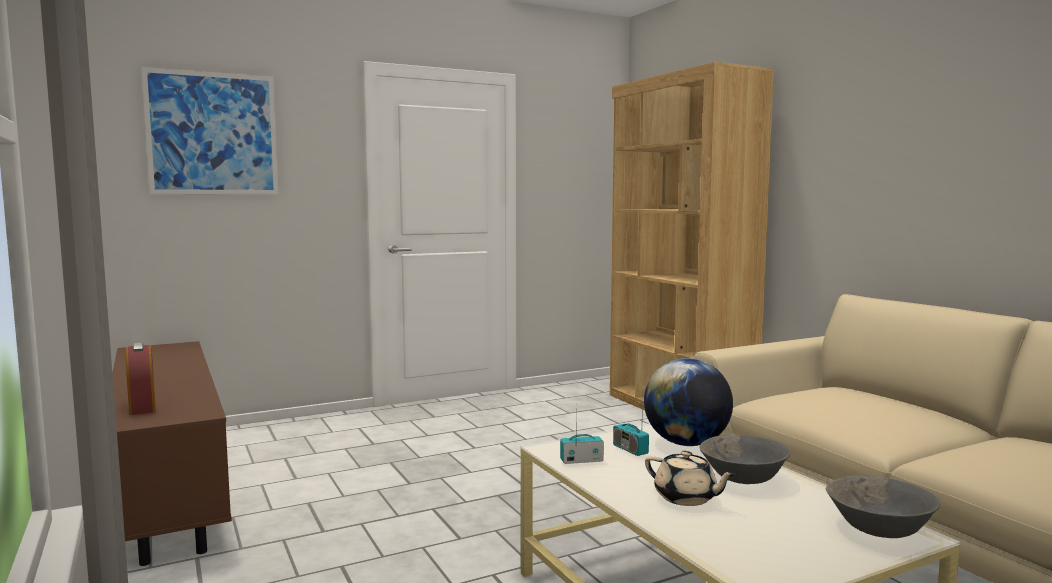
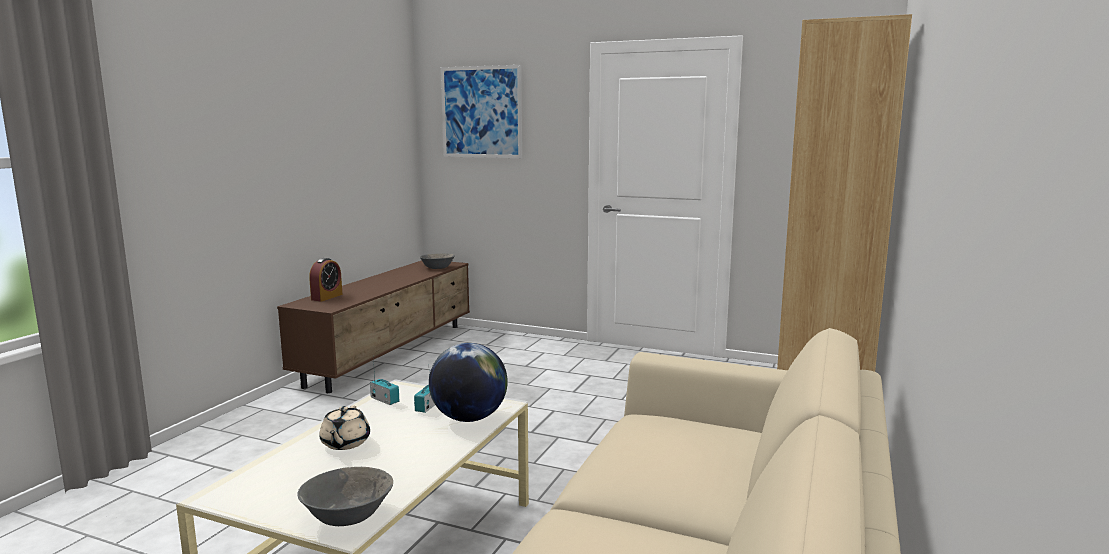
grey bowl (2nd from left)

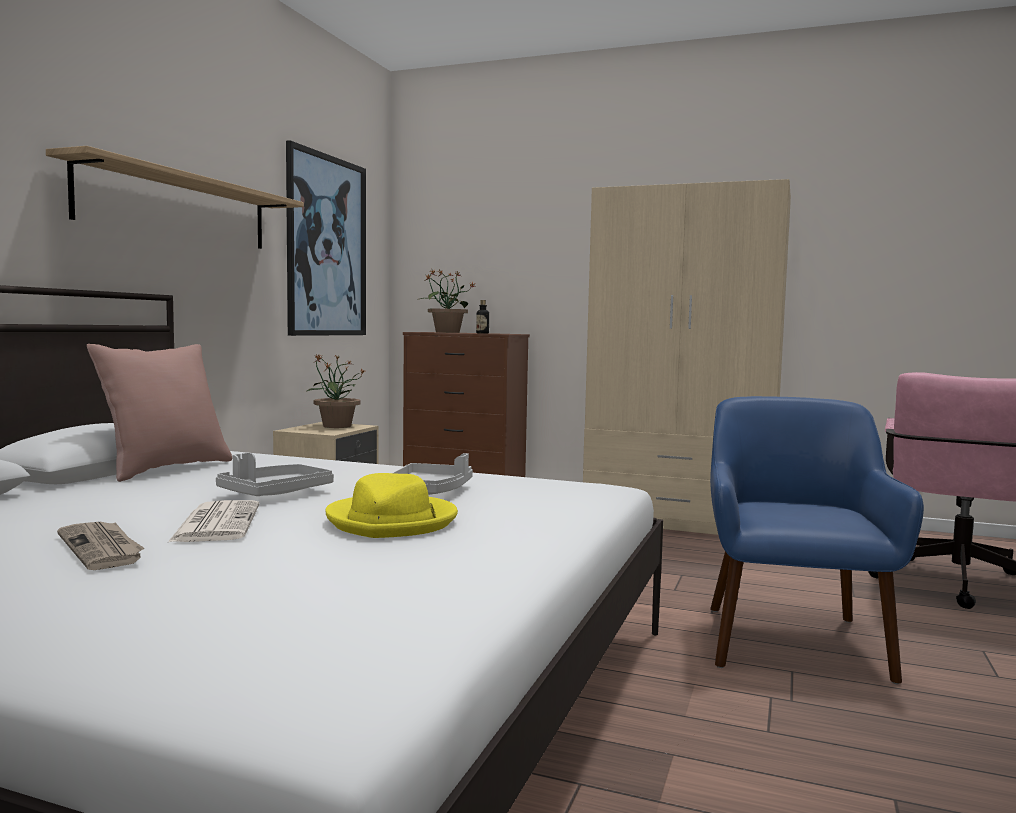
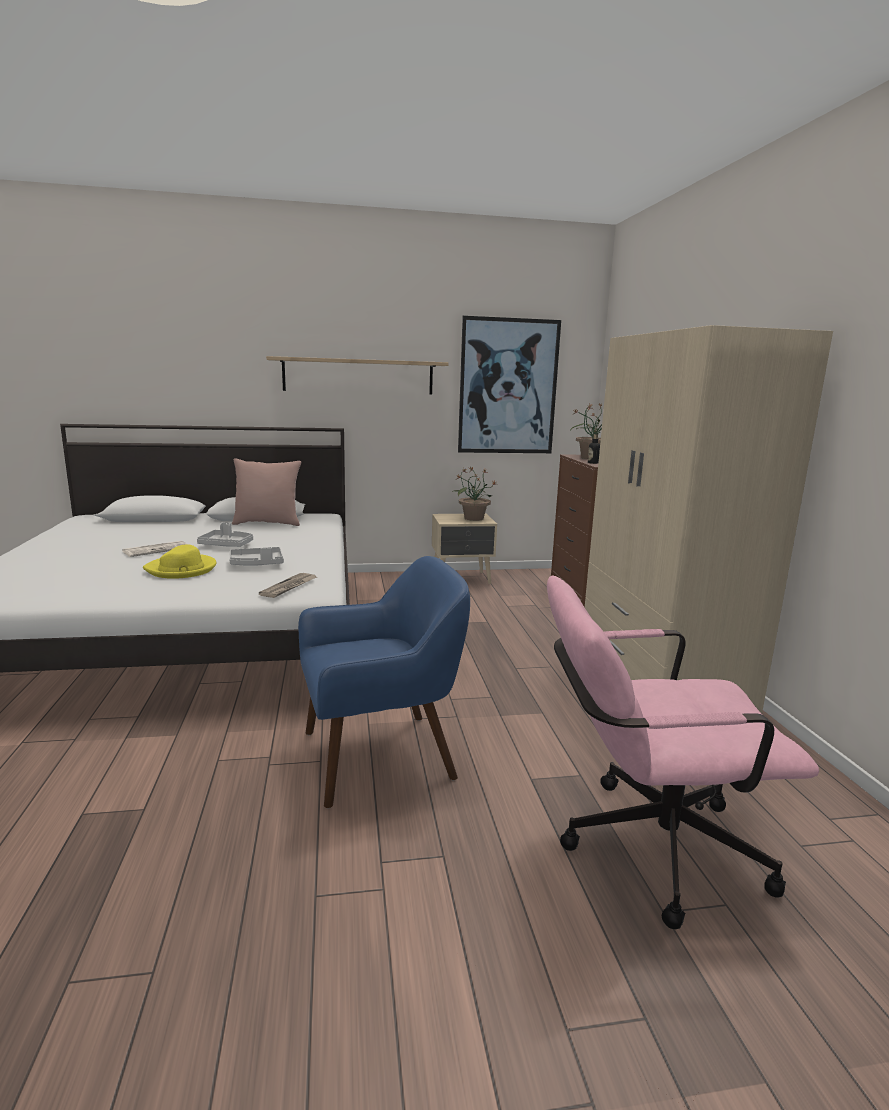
newspaper (2nd from left)

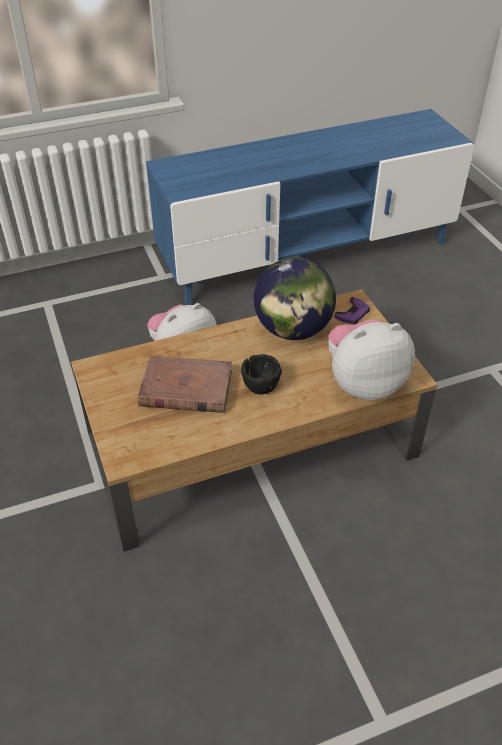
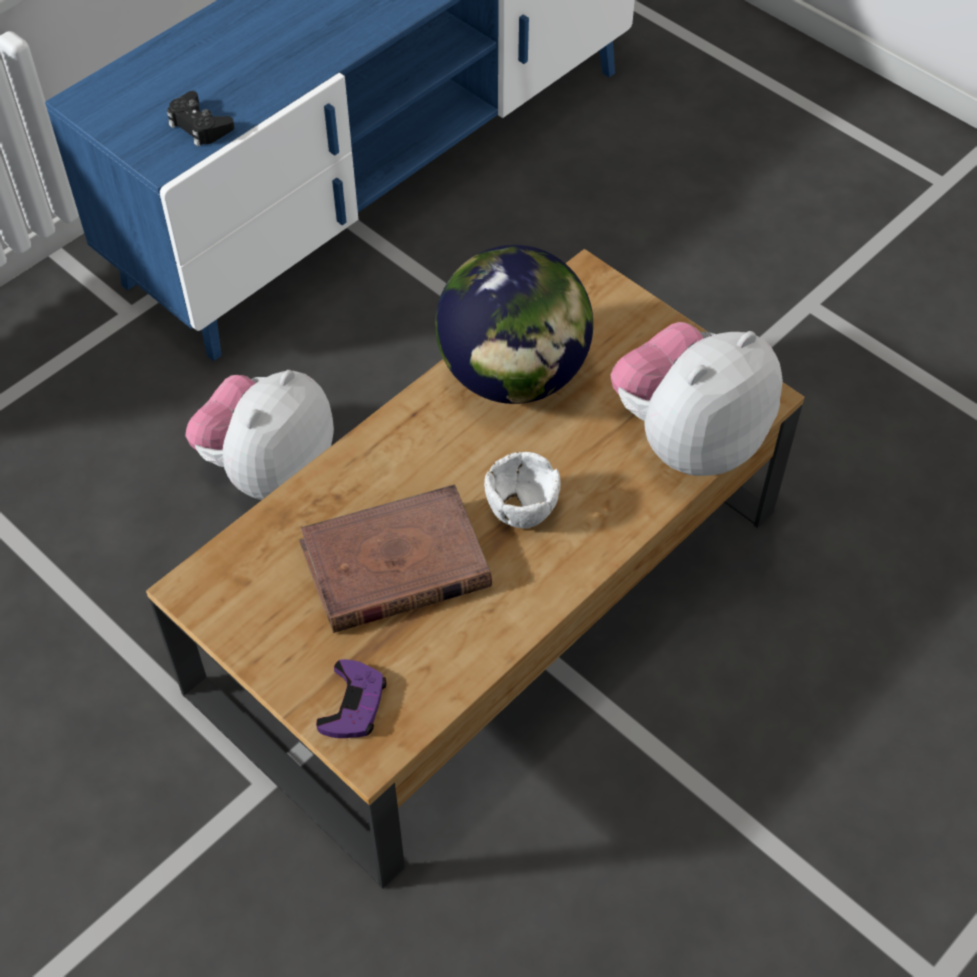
purple game controller; white bowl; black game controller

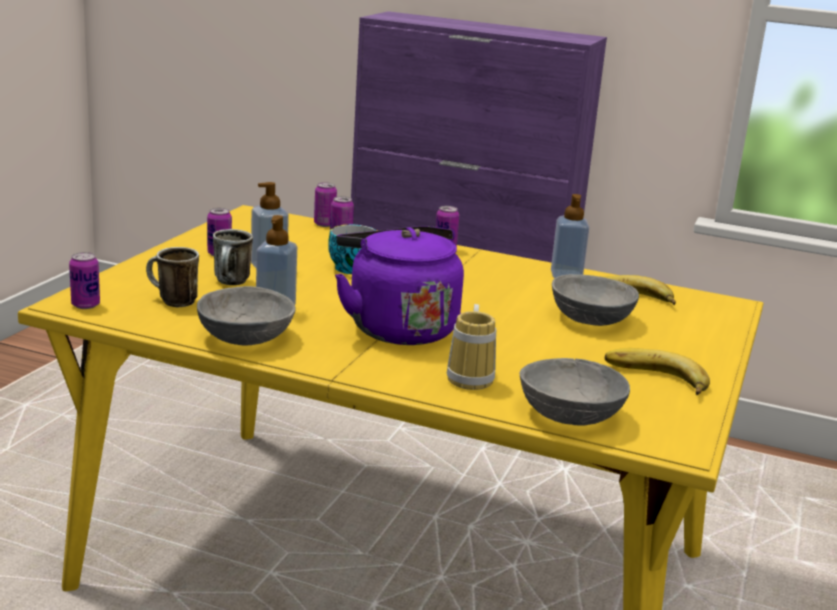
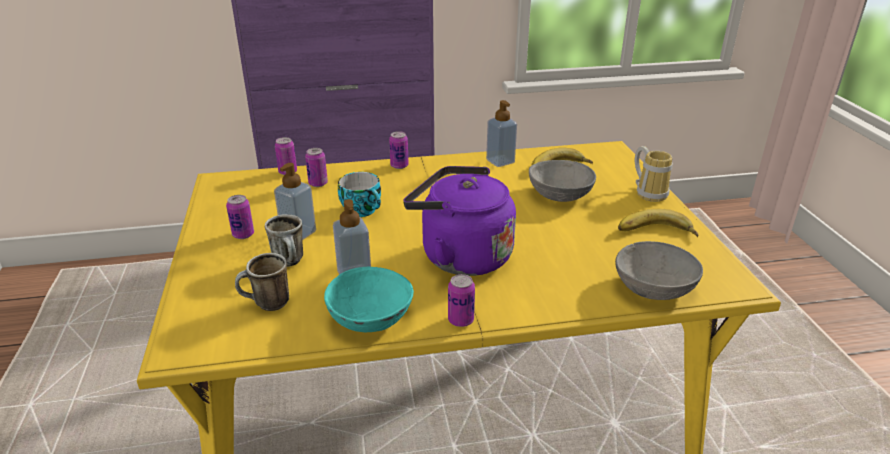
can (5th from left); turquoise bowl; mug (3rd from left)

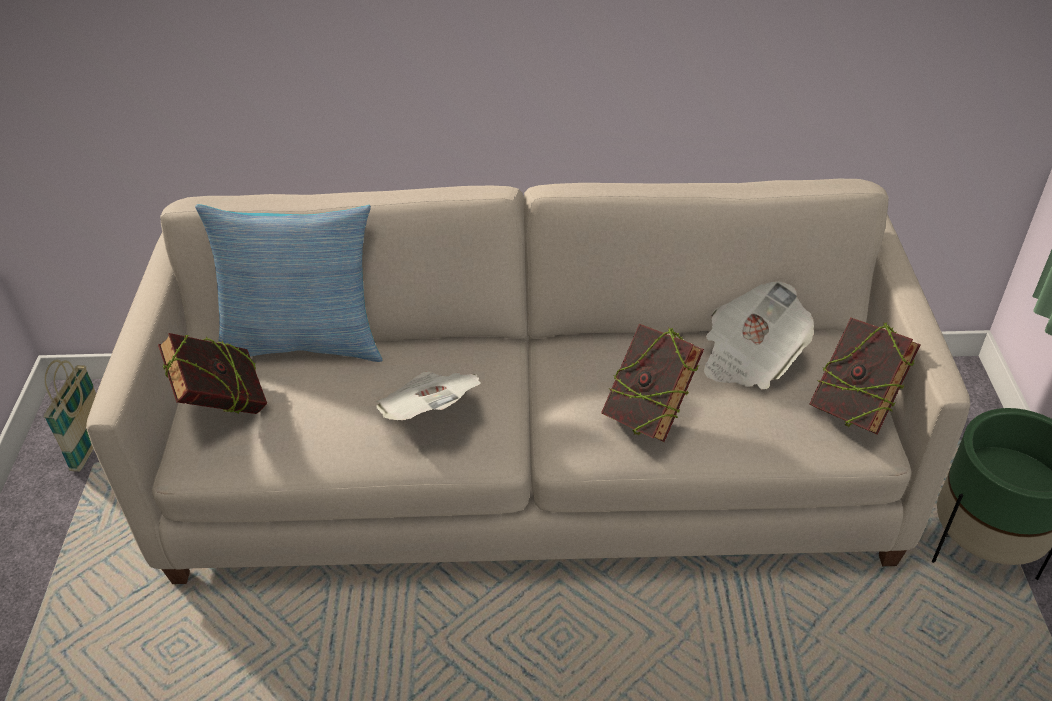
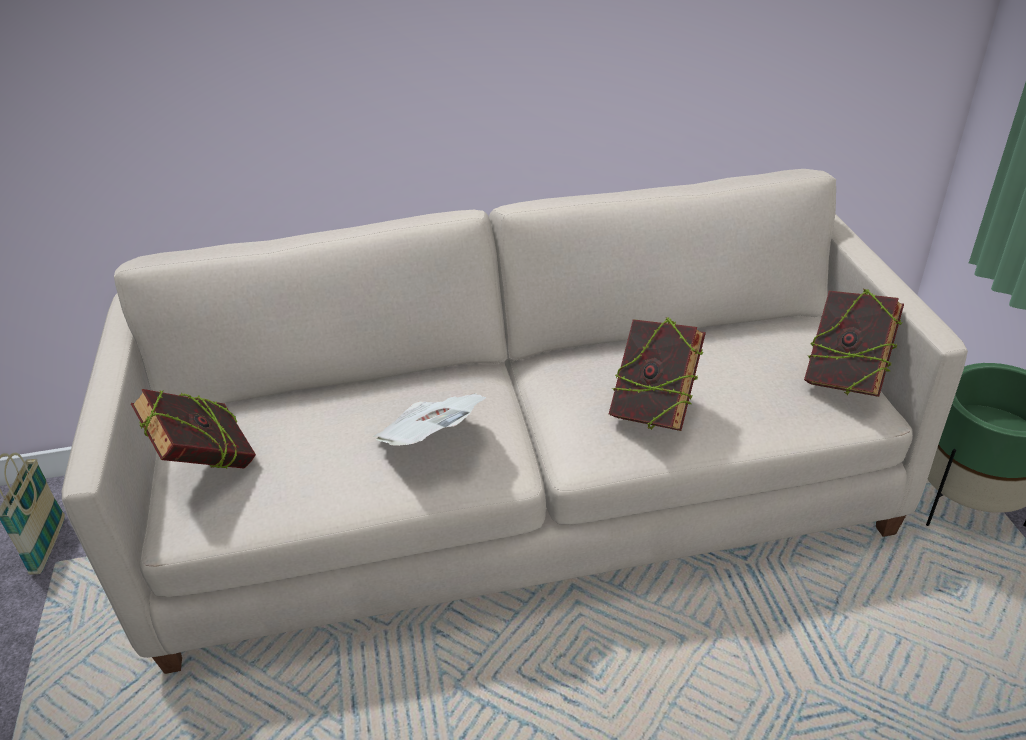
pillow; newspaper (2nd from left in the first image)

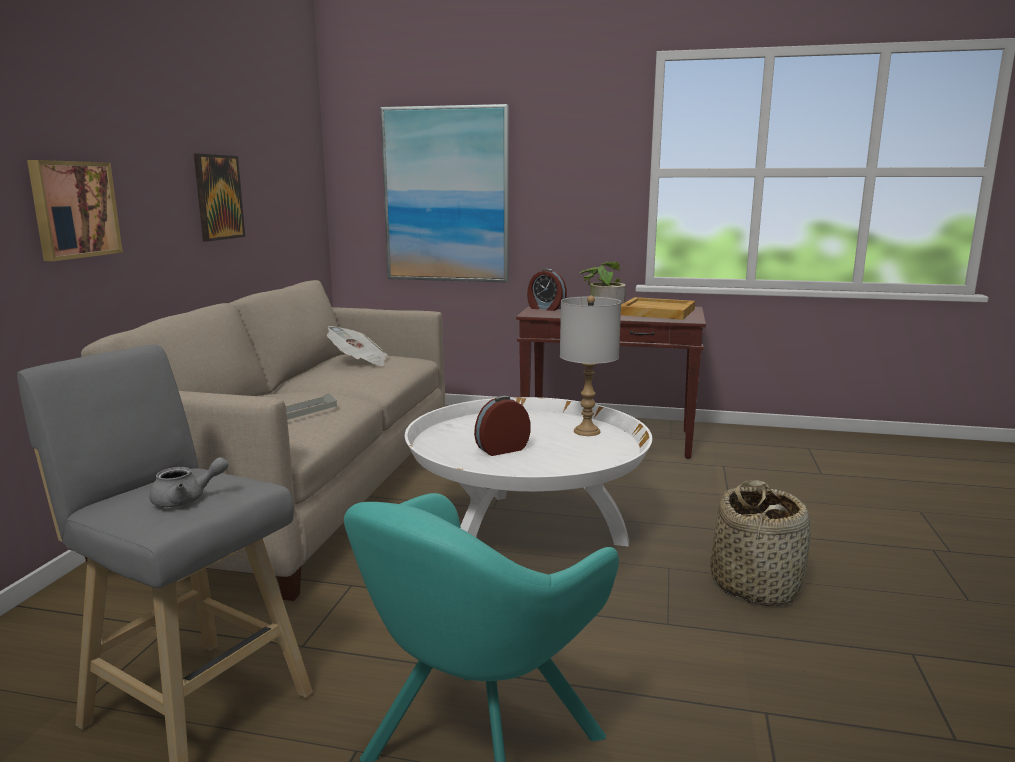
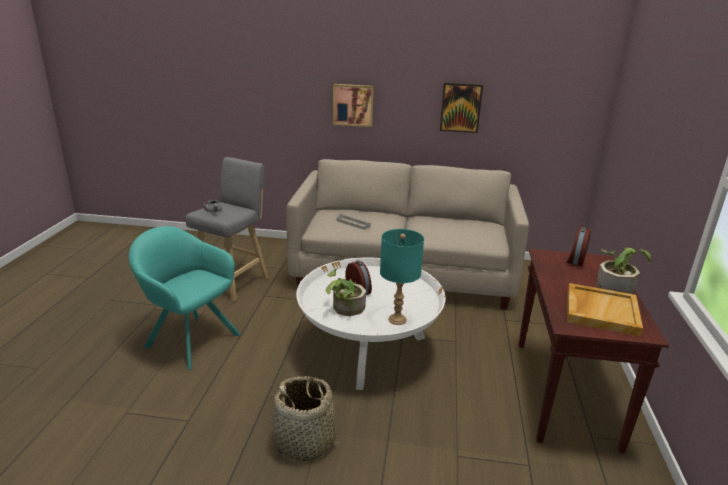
picture (3rd from left in the first image); turquoise table lamp; newspaper; potted plant (1st from left)

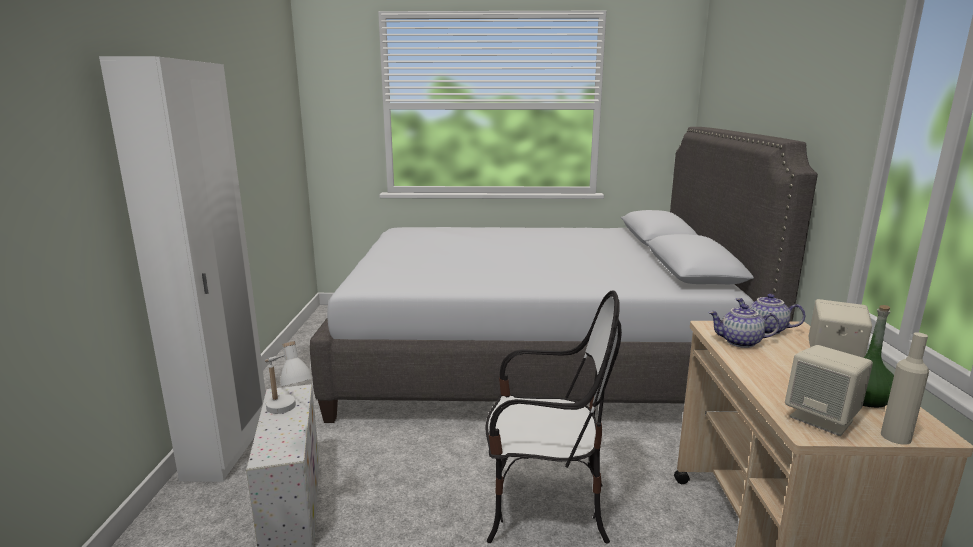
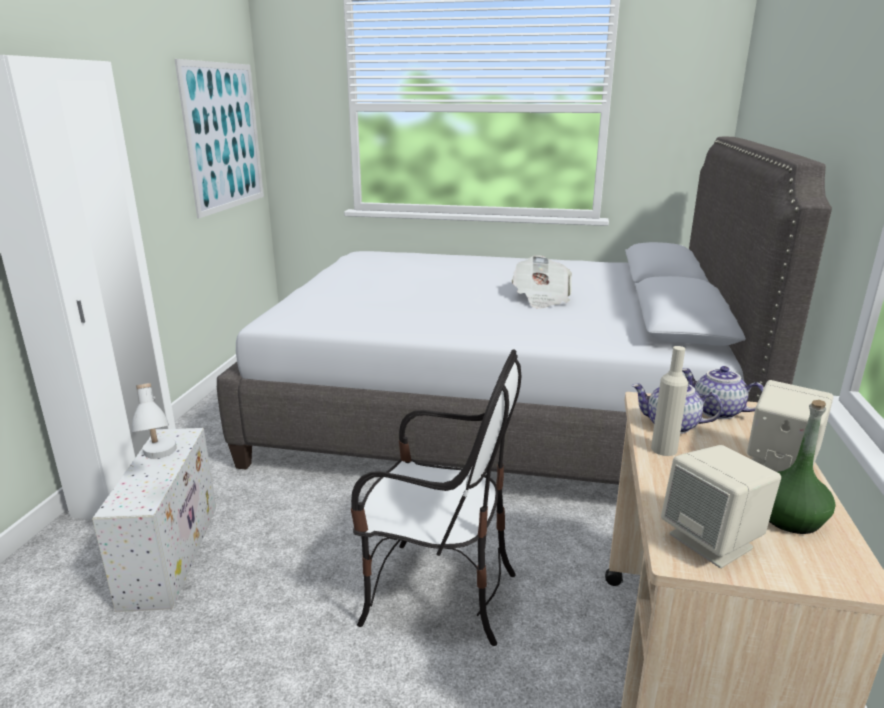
beige bottle; picture; newspaper

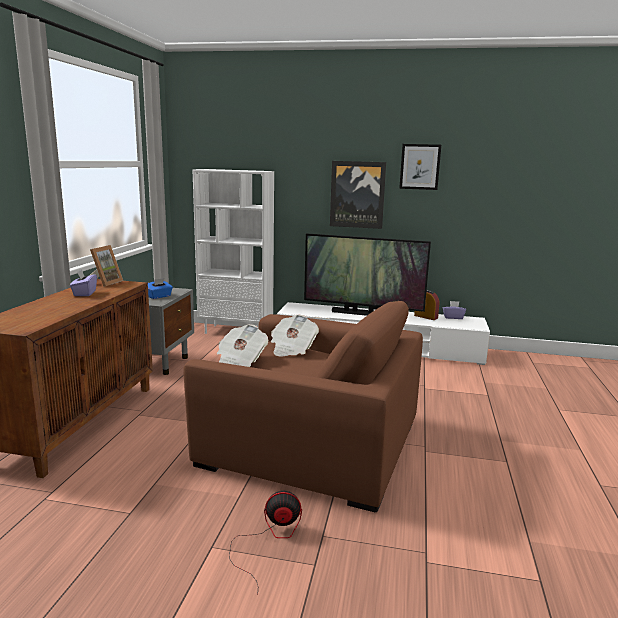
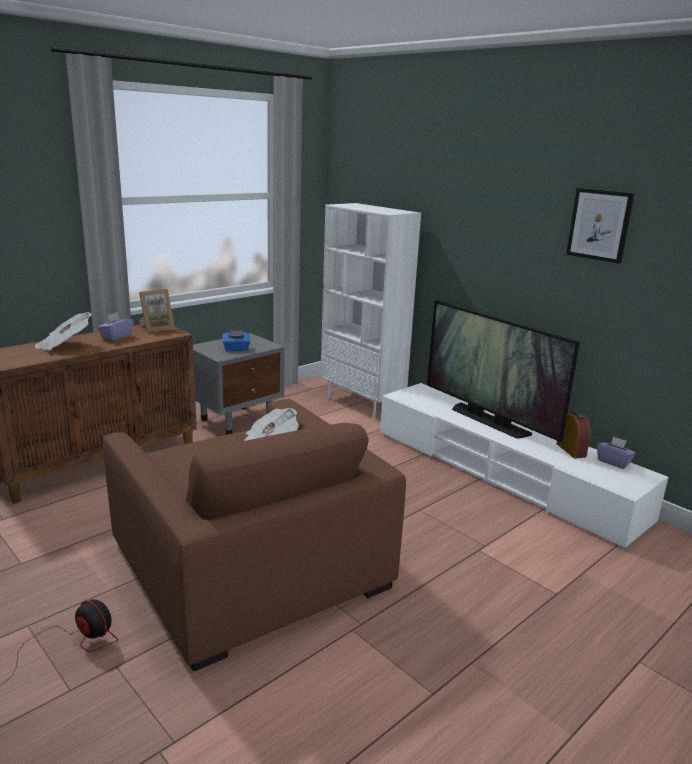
picture (1st from left in the first image); newspaper (1st from left)

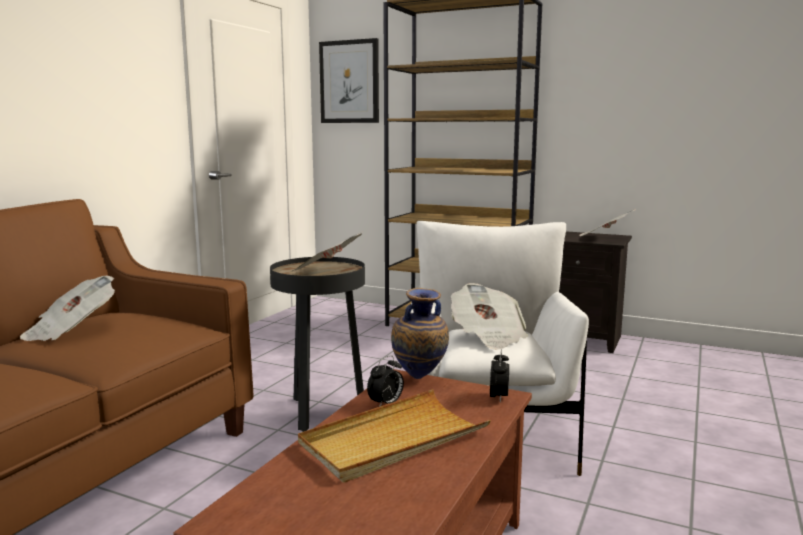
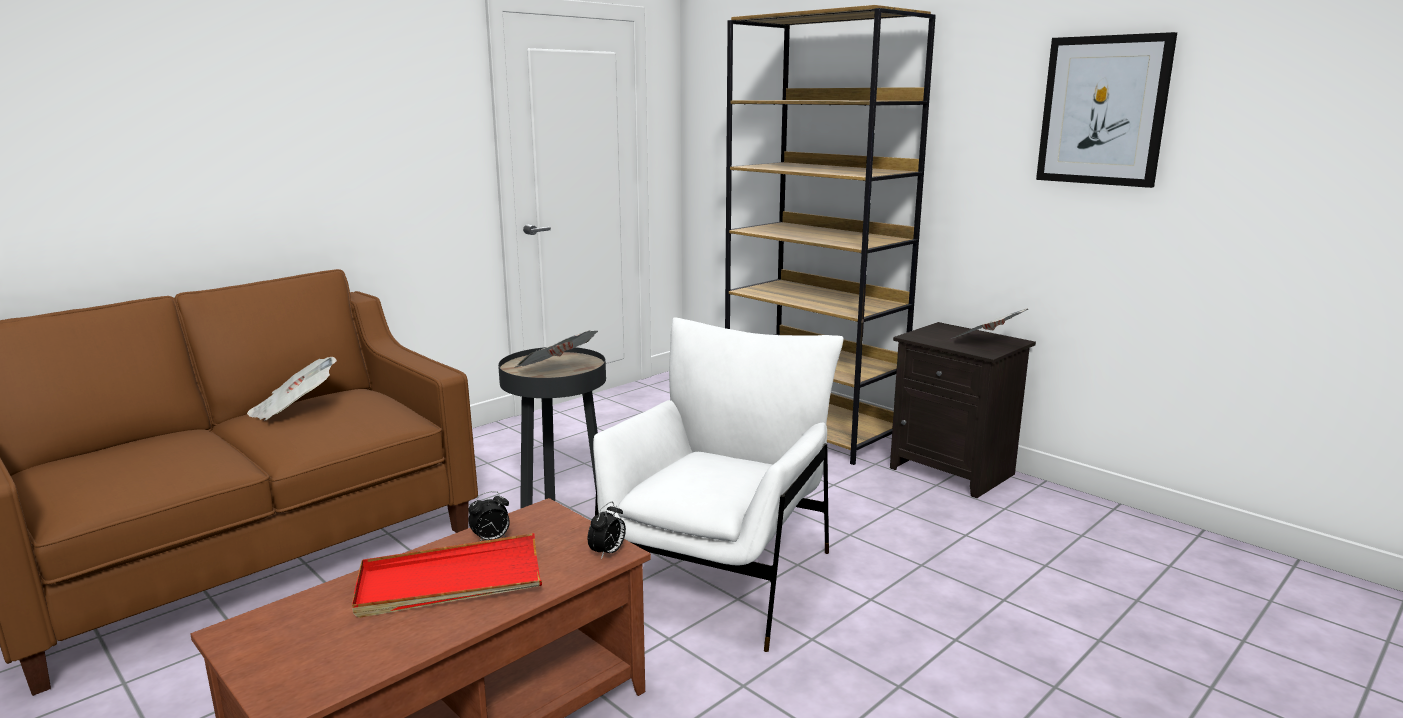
picture; newspaper (3rd from left in the first image); vase; red tray

